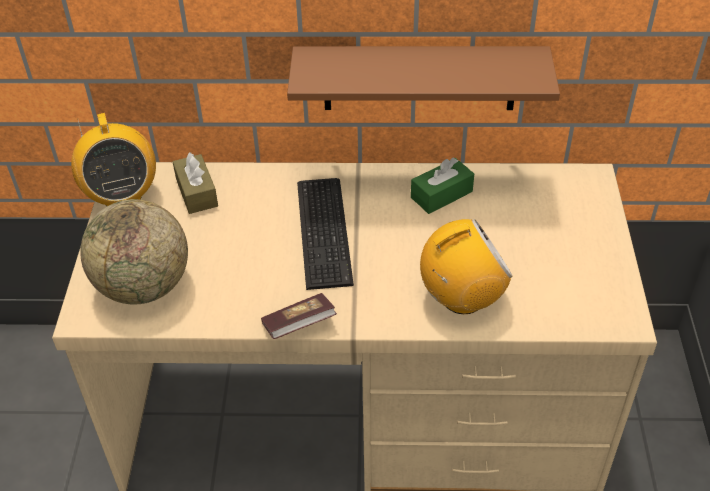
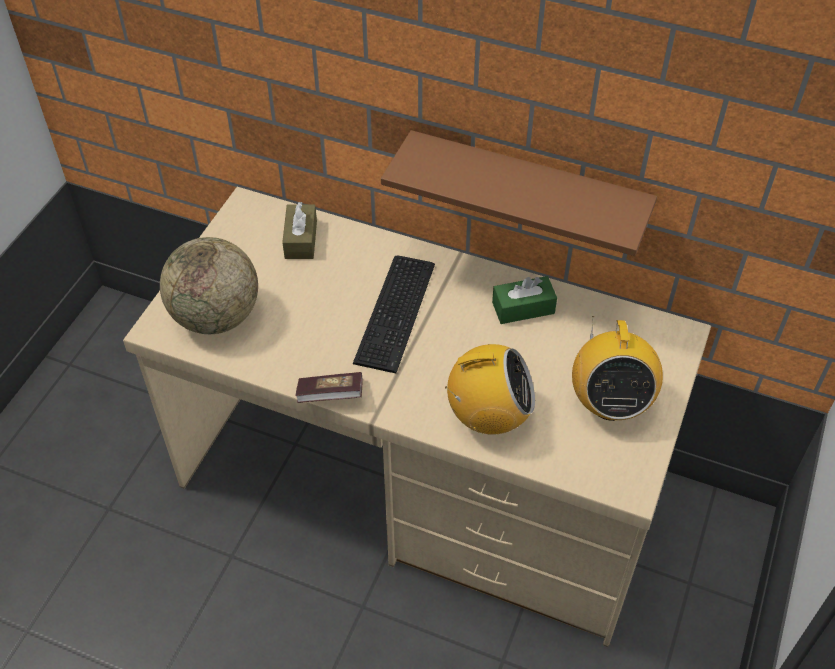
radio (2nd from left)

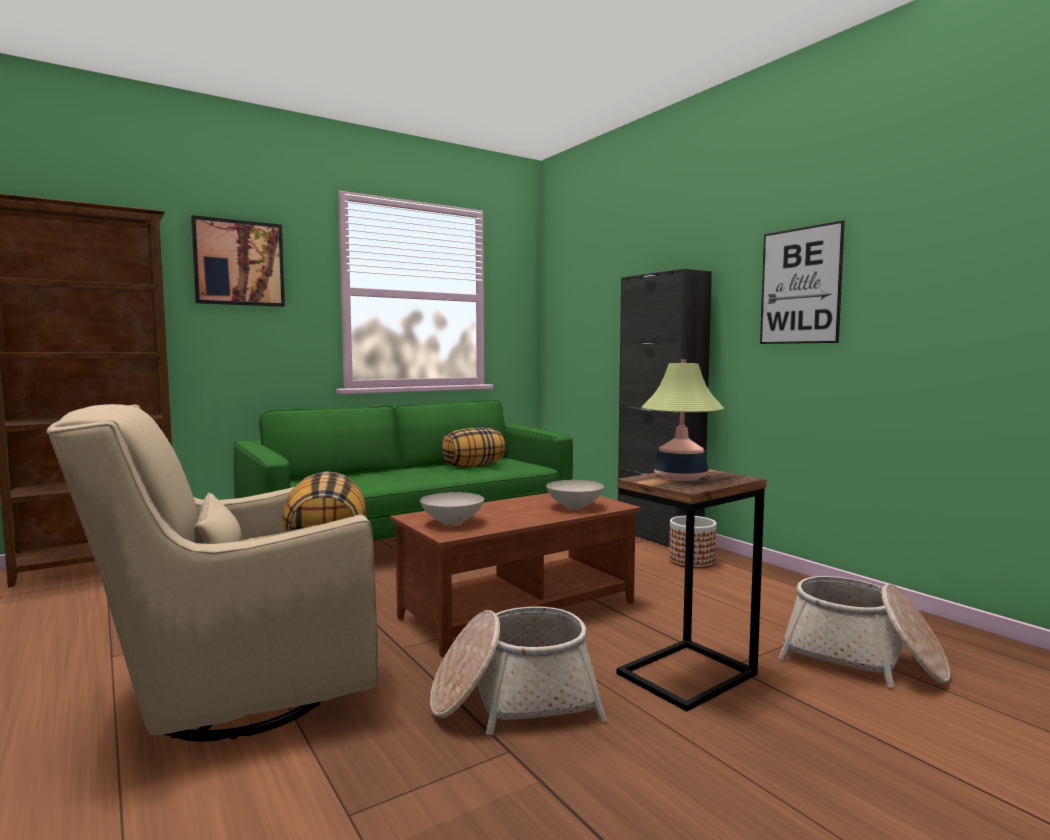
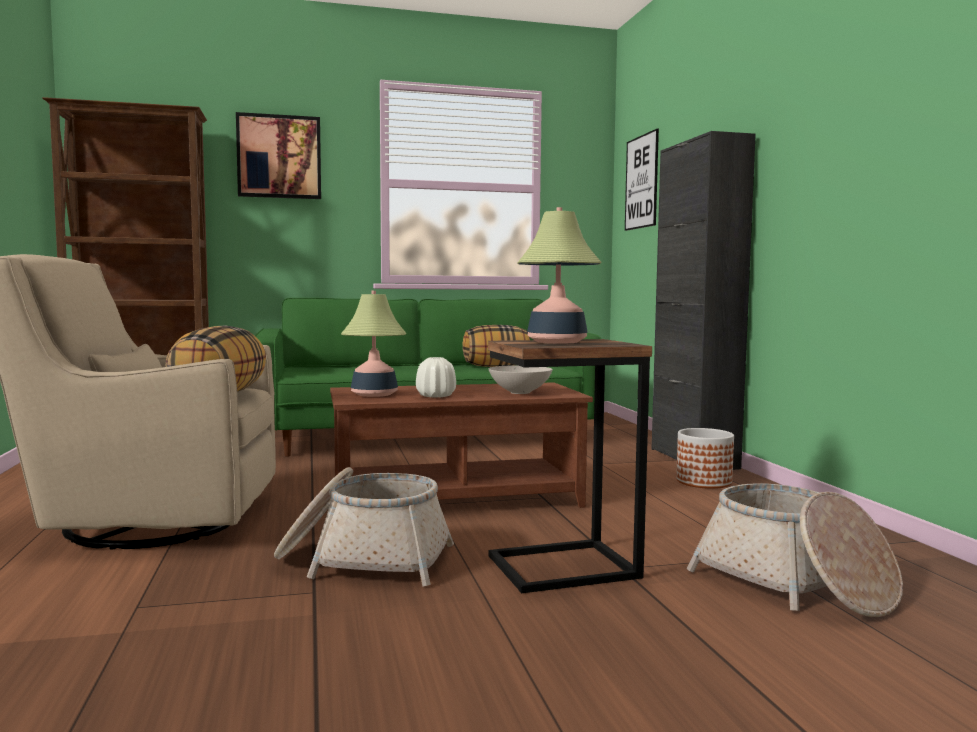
picture (2nd from left); table lamp (1st from left); white vase

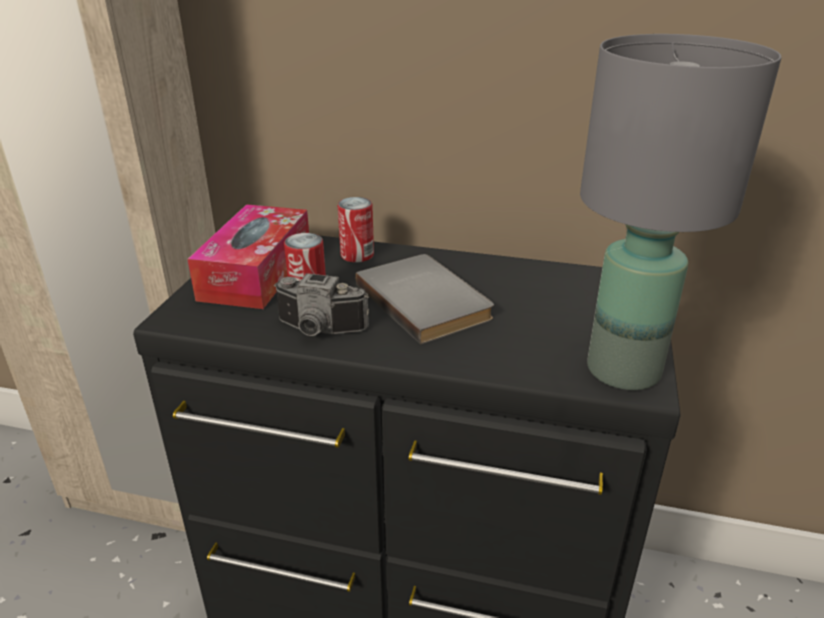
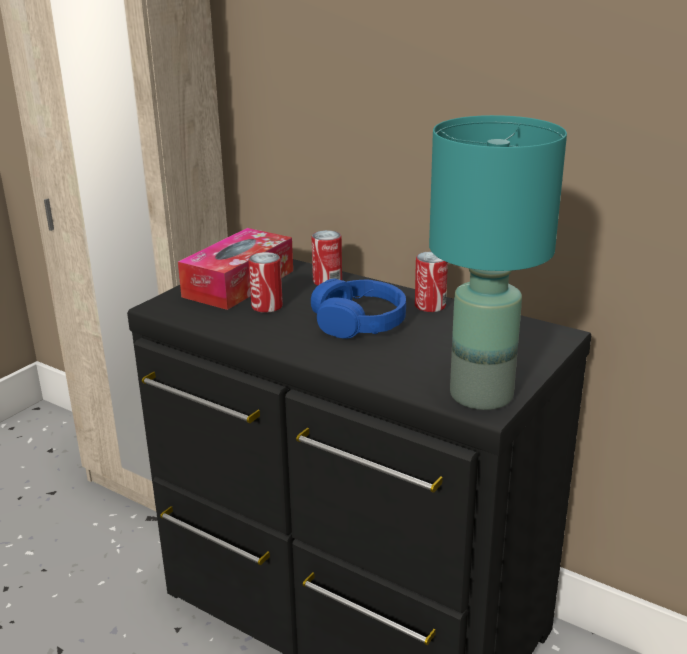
turquoise table lamp; blue headphones; photo camera; can (3rd from left)

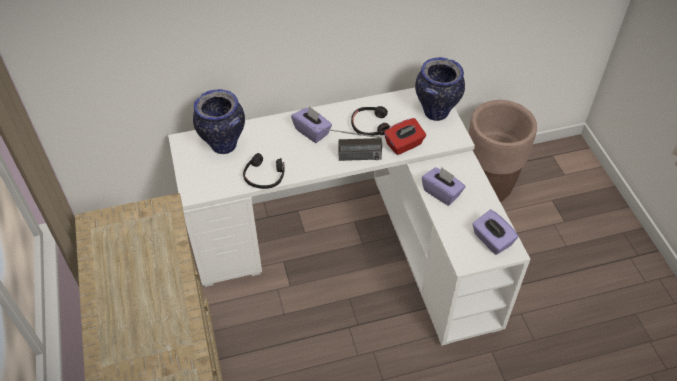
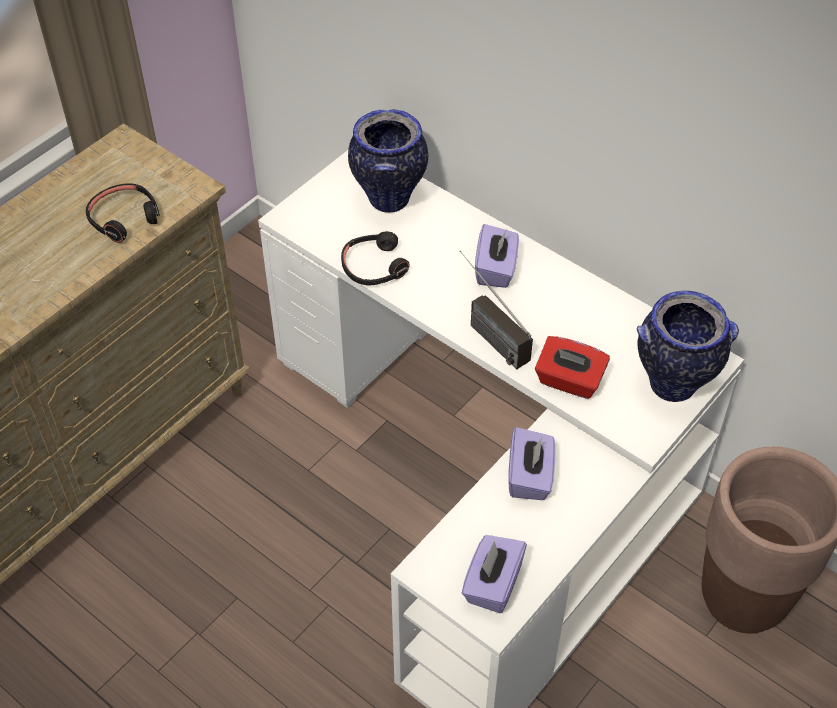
black headphones (1st from left)

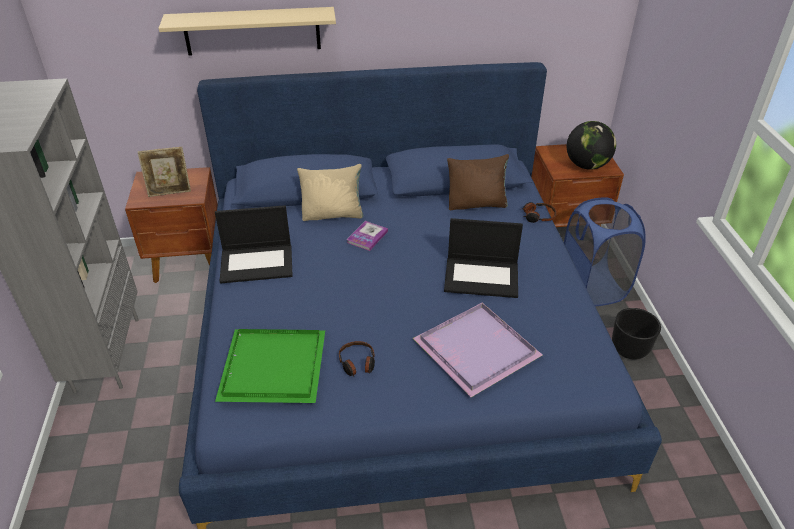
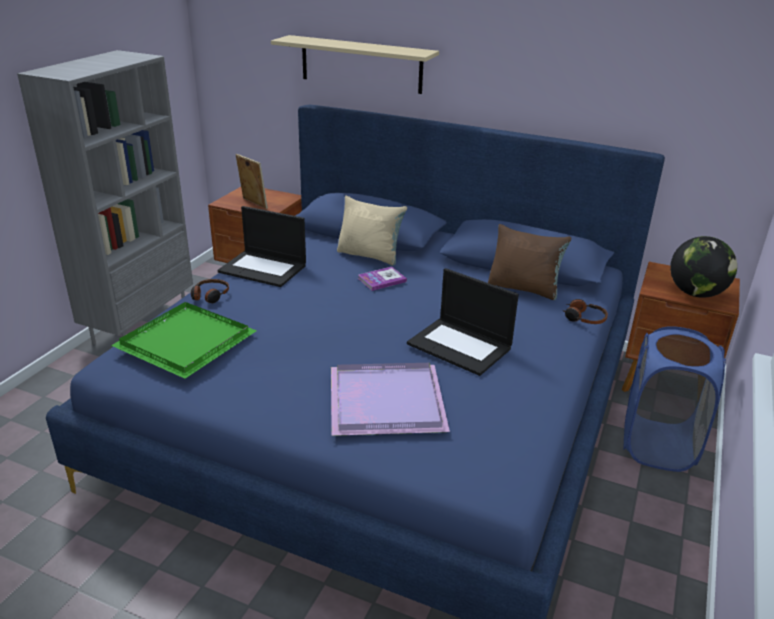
picture frame; black planter; headphones (1st from left)

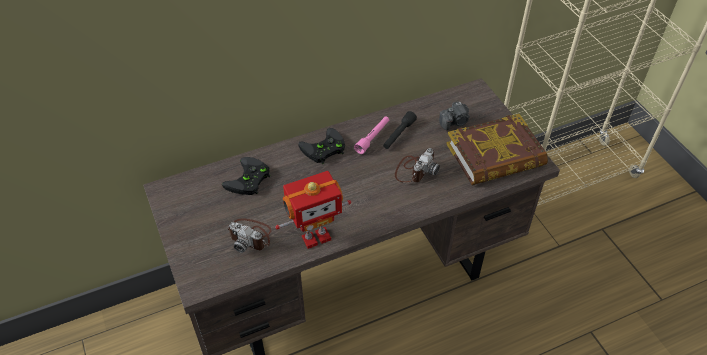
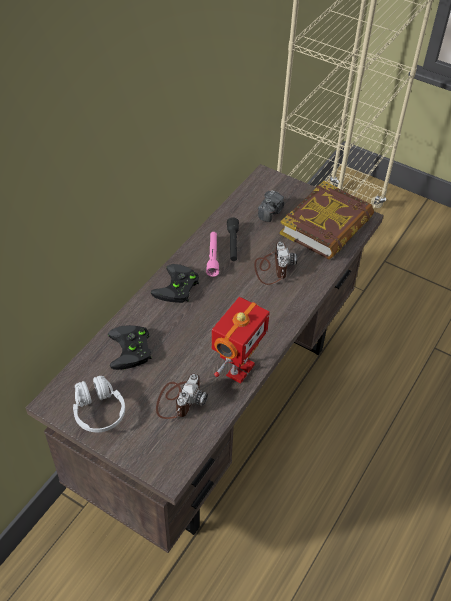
photo camera (1st from left); white headphones

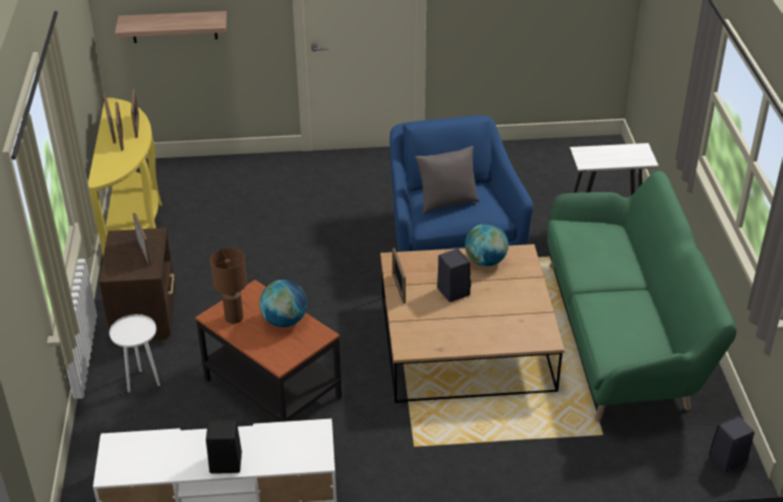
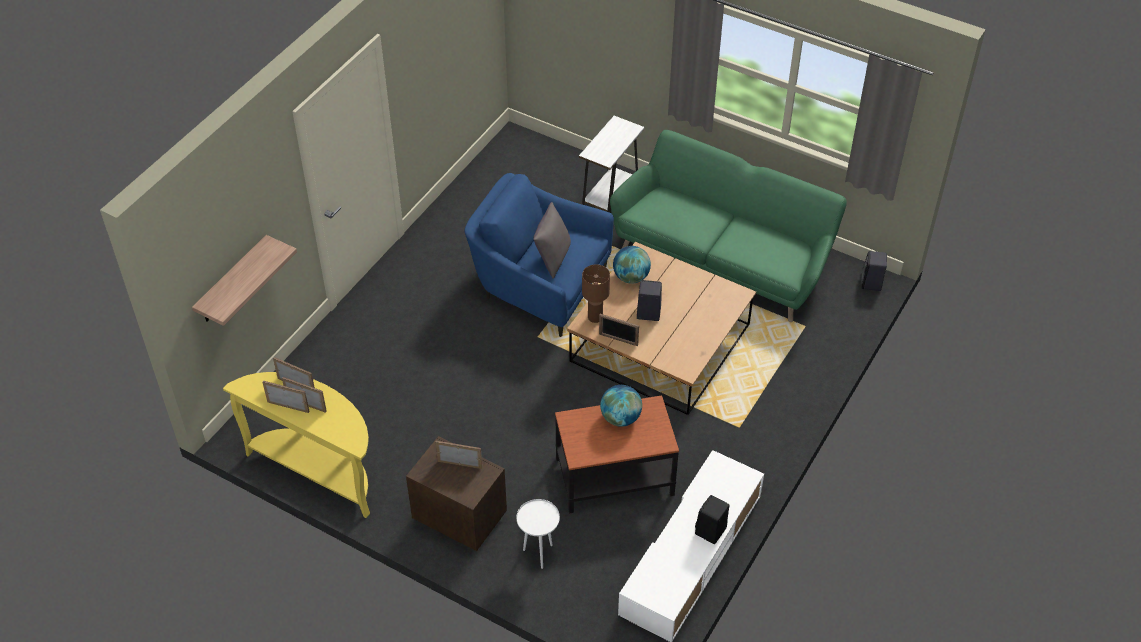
brown table lamp

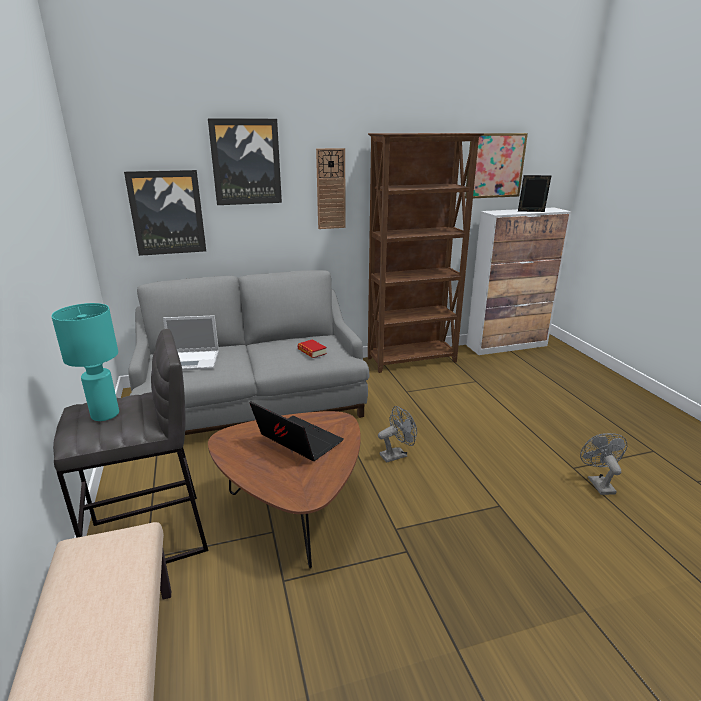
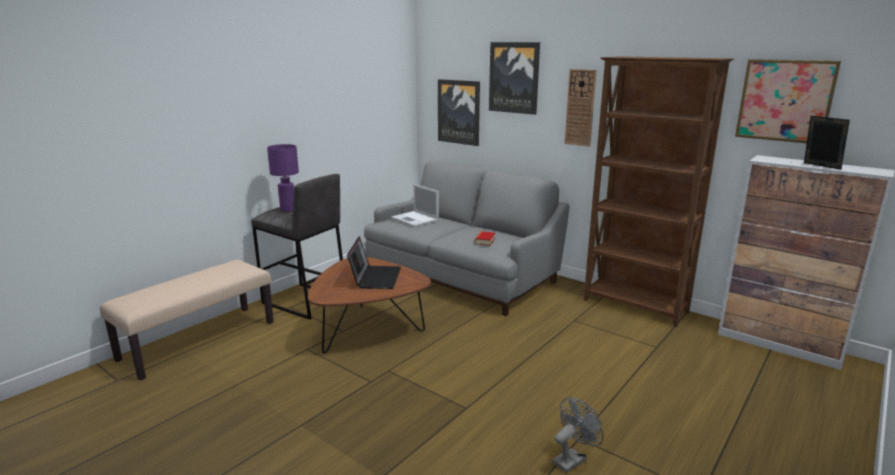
purple table lamp; grey fan (1st from left in the first image)

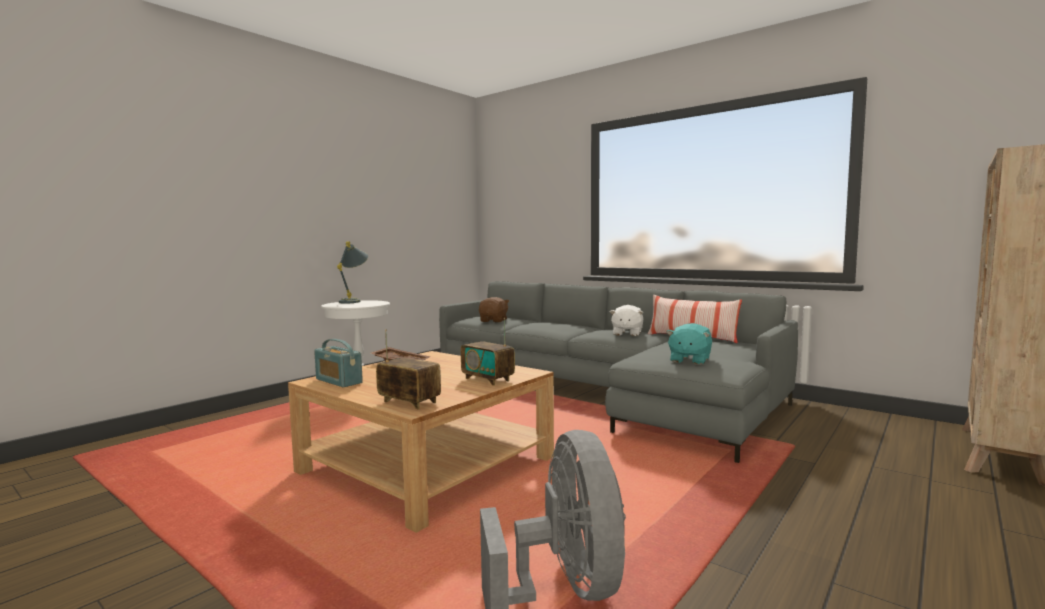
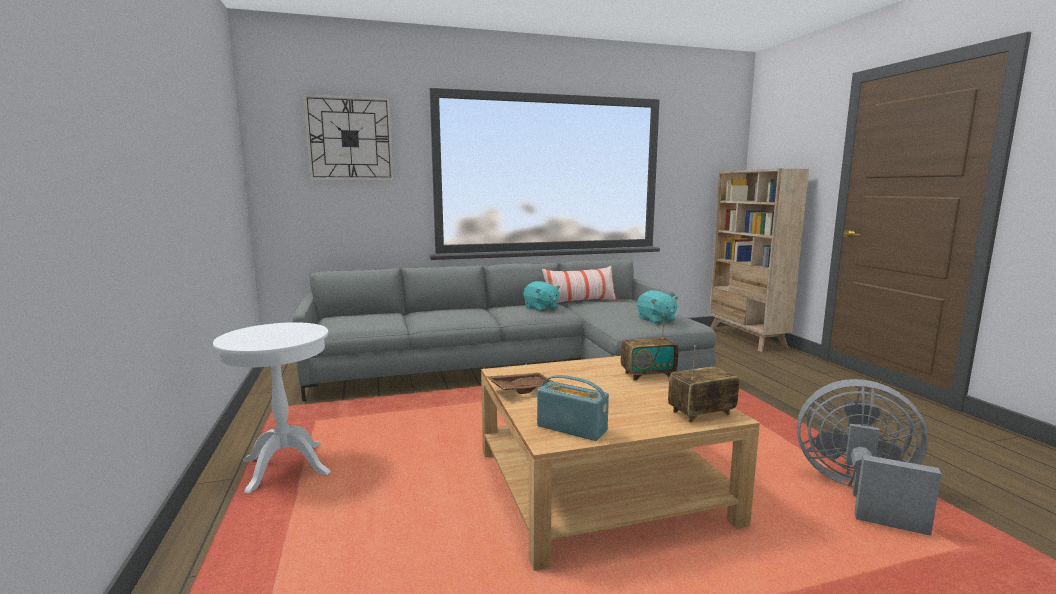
grey table lamp; brown plush toy; turquoise plush toy (1st from left); radio (1st from left); wall clock

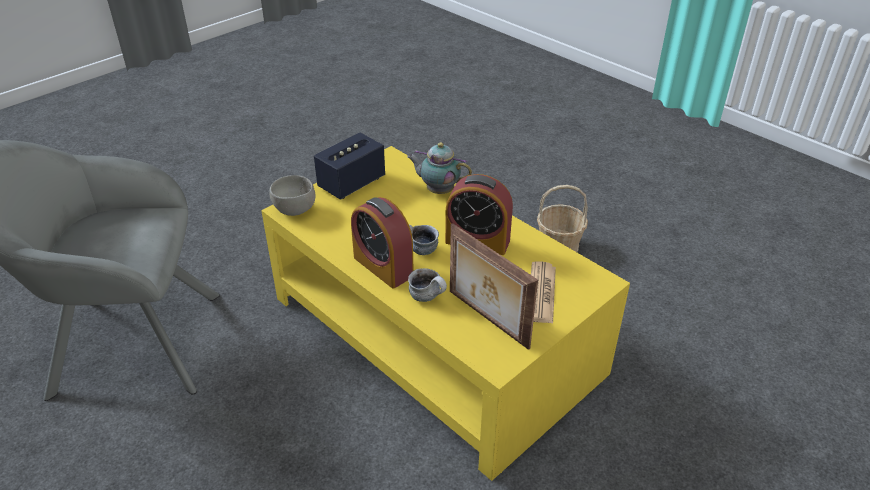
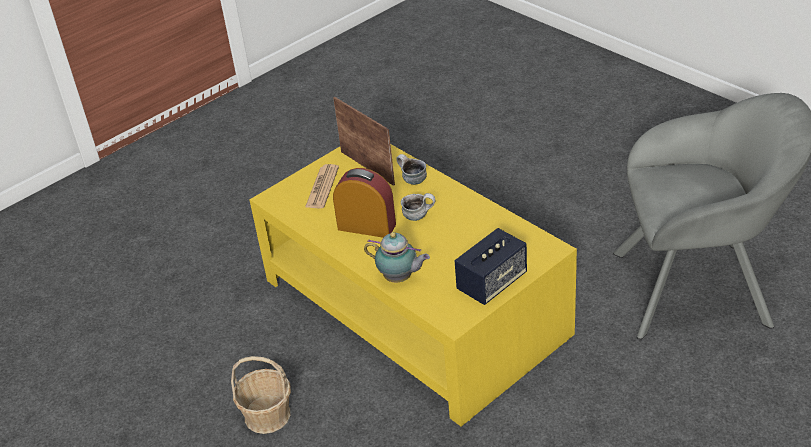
grey bowl; alarm clock (1st from left in the first image)

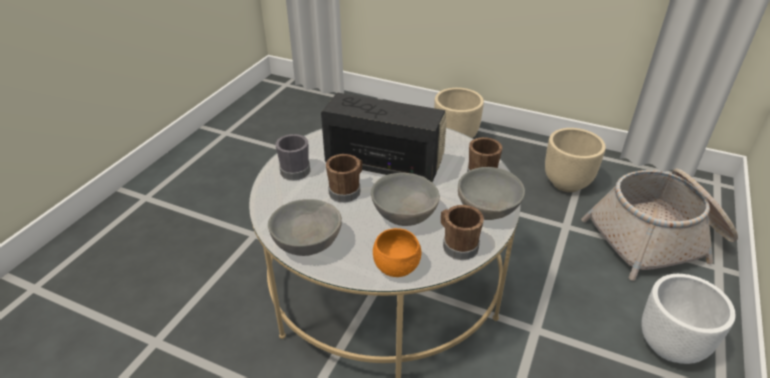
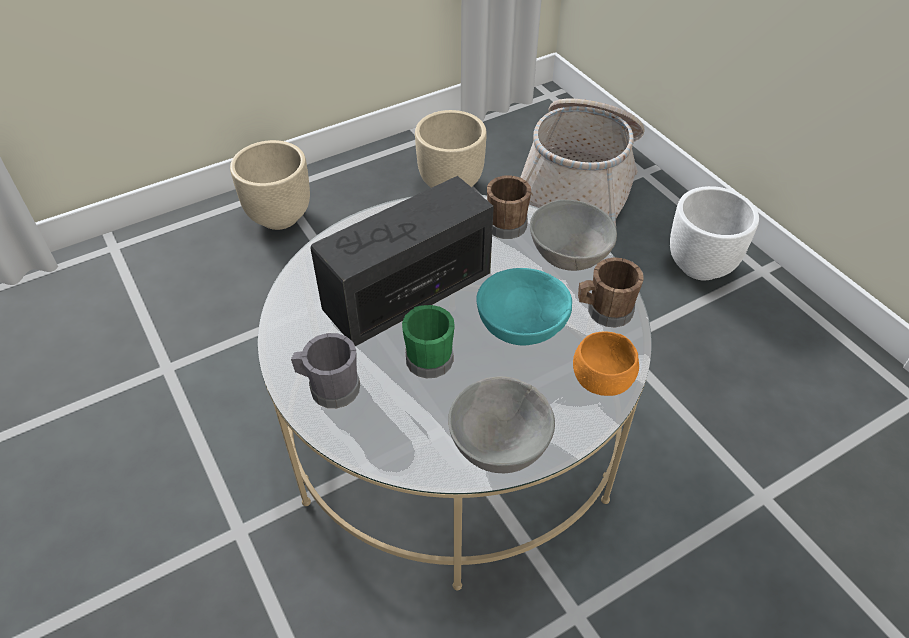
green mug; turquoise bowl

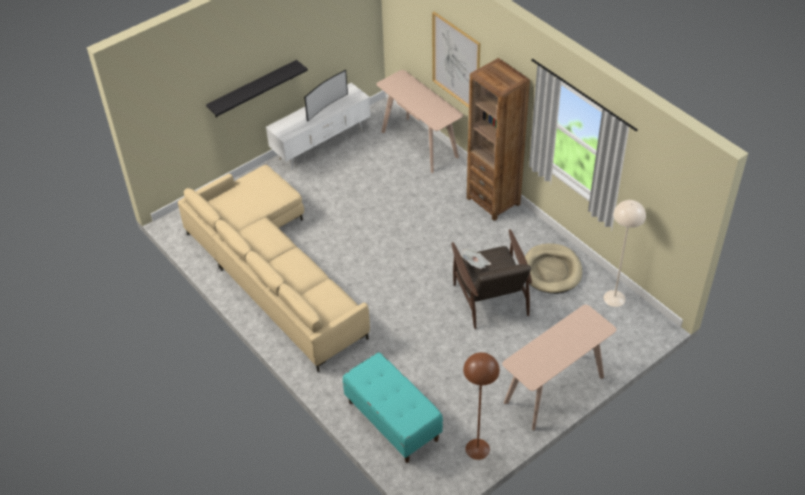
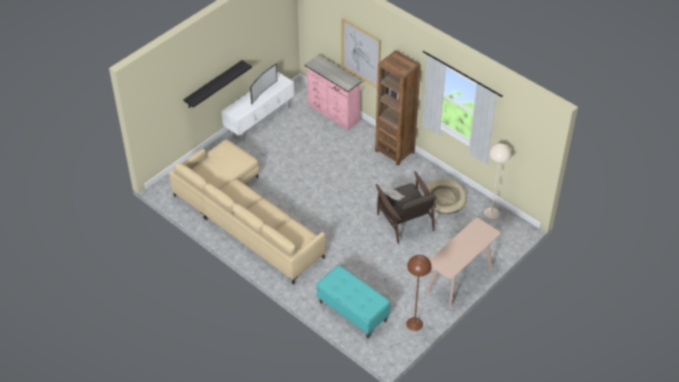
pink dresser

